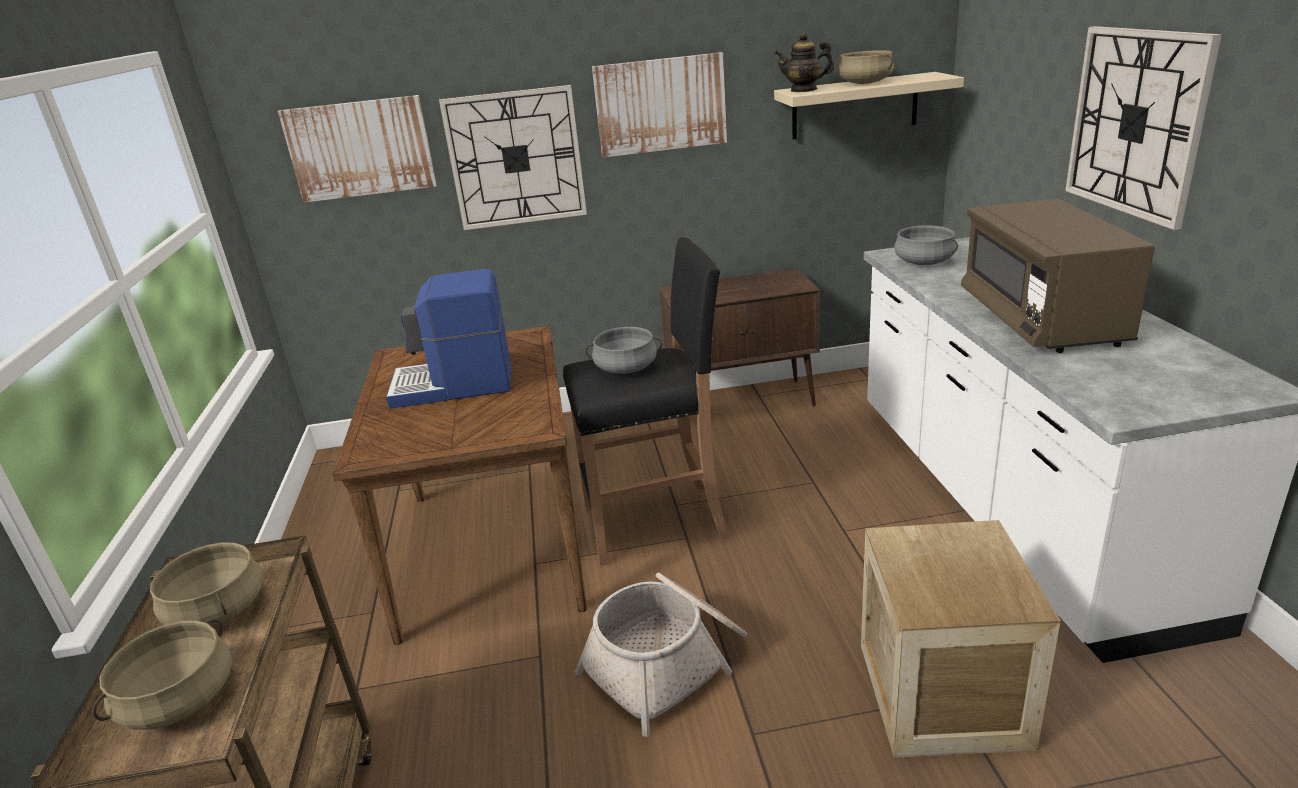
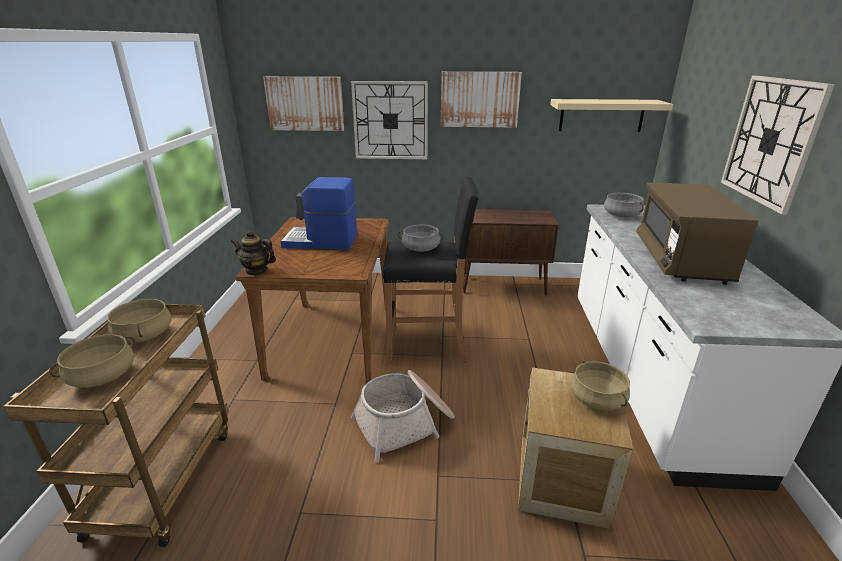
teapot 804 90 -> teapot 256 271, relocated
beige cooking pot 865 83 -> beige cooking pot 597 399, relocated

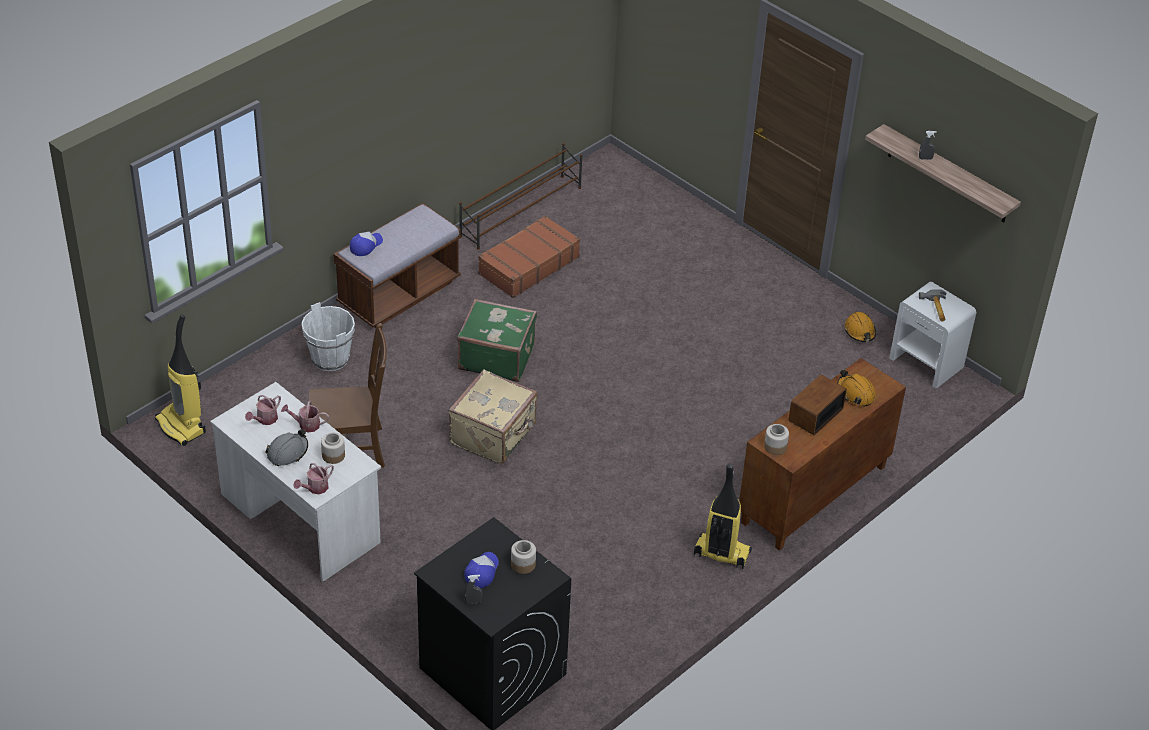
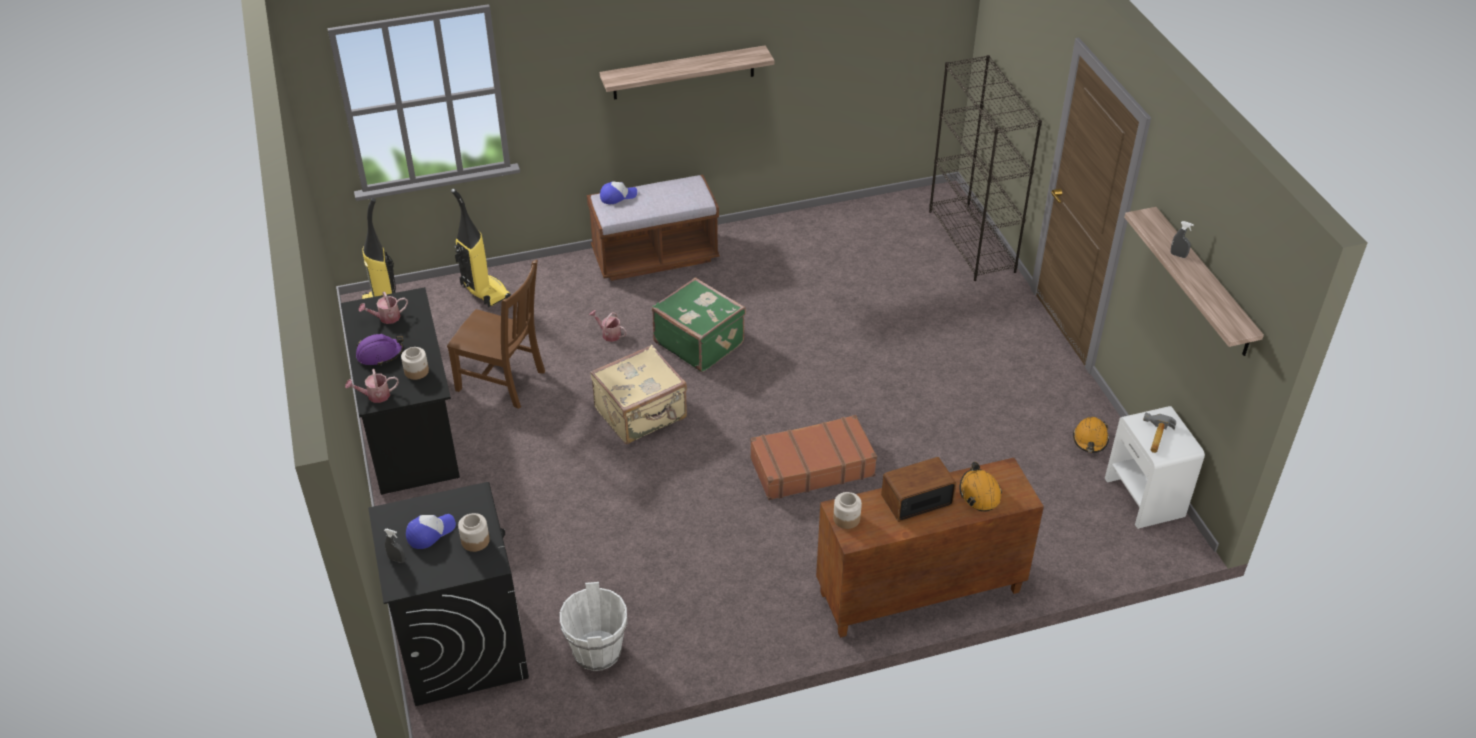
white desk 300 518 -> black desk 409 428
grey hard hat 287 452 -> purple hard hat 380 354
watering can 306 425 -> watering can 609 334, relocated
white bucket 330 358 -> white bucket 597 651, relocated
brown shoe rack 521 211 -> none
brown suitcase 528 265 -> brown suitcase 811 466, relocated
vacuum cleaner 721 554 -> vacuum cleaner 484 291, relocated
none -> shelf 683 72
none -> black bookcase 972 241

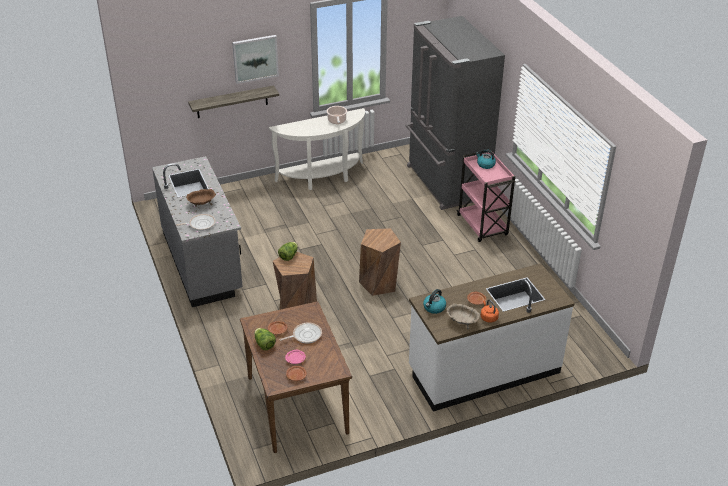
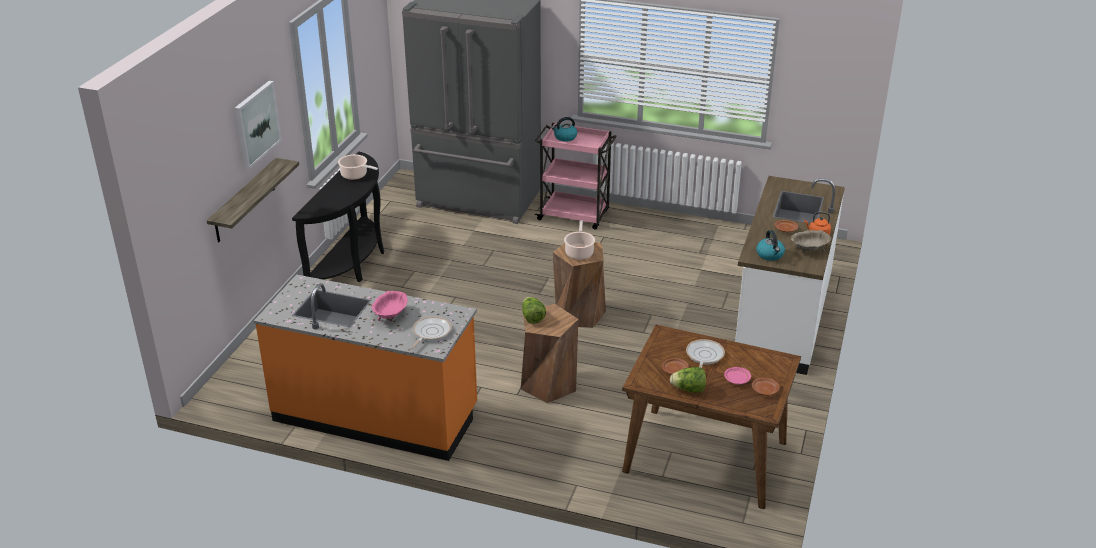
grey counter 203 262 -> orange counter 376 415
brown bowl 201 204 -> pink bowl 391 316
white console table 323 178 -> black console table 353 264
none -> cooking pot 579 252

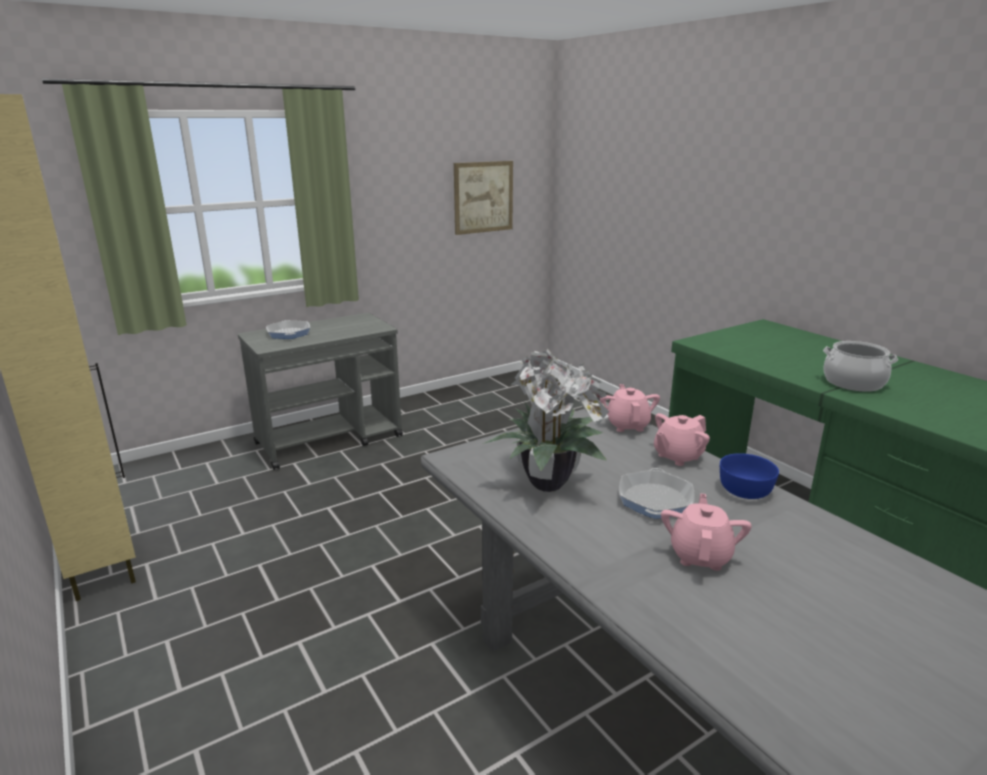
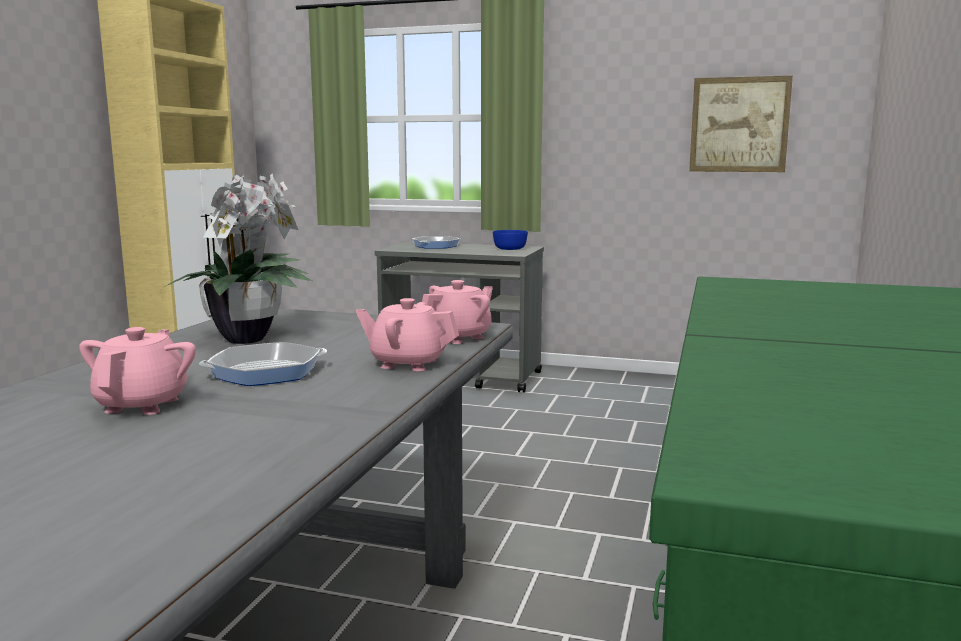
pink teapot 700 556 -> pink teapot 143 404, 60 degrees counterclockwise
blue bowl 745 489 -> blue bowl 510 248, relocated
cooking pot 853 382 -> none

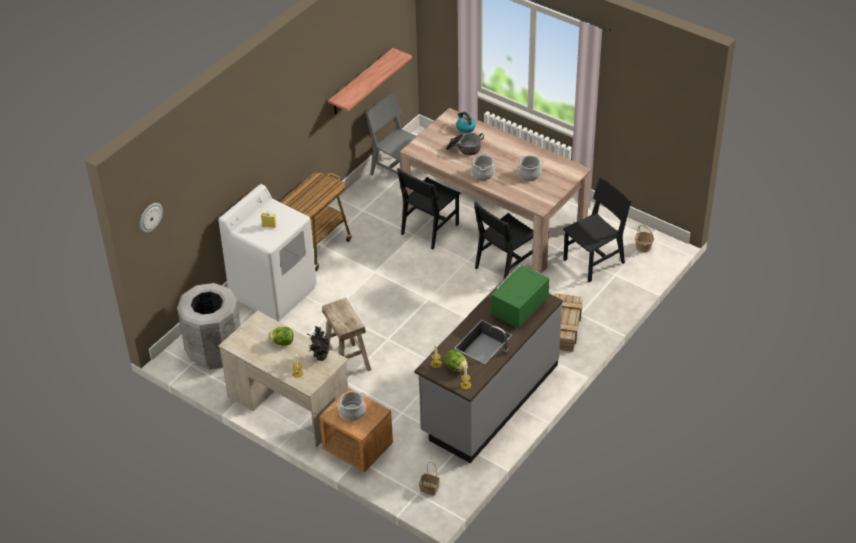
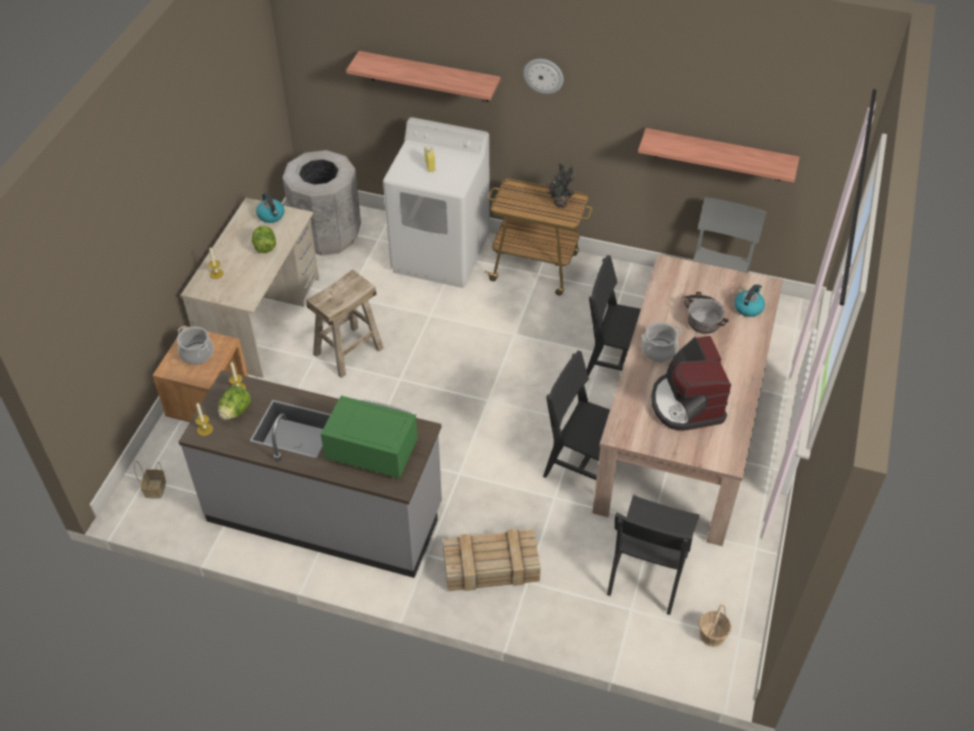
wall clock 150 217 -> wall clock 543 75, relocated
potted plant 320 357 -> potted plant 560 203, relocated
cooking pot 529 174 -> coffee machine 686 404
black chair 594 261 -> black chair 647 574, 75 degrees clockwise
none -> kettle 271 216
none -> shelf 429 77

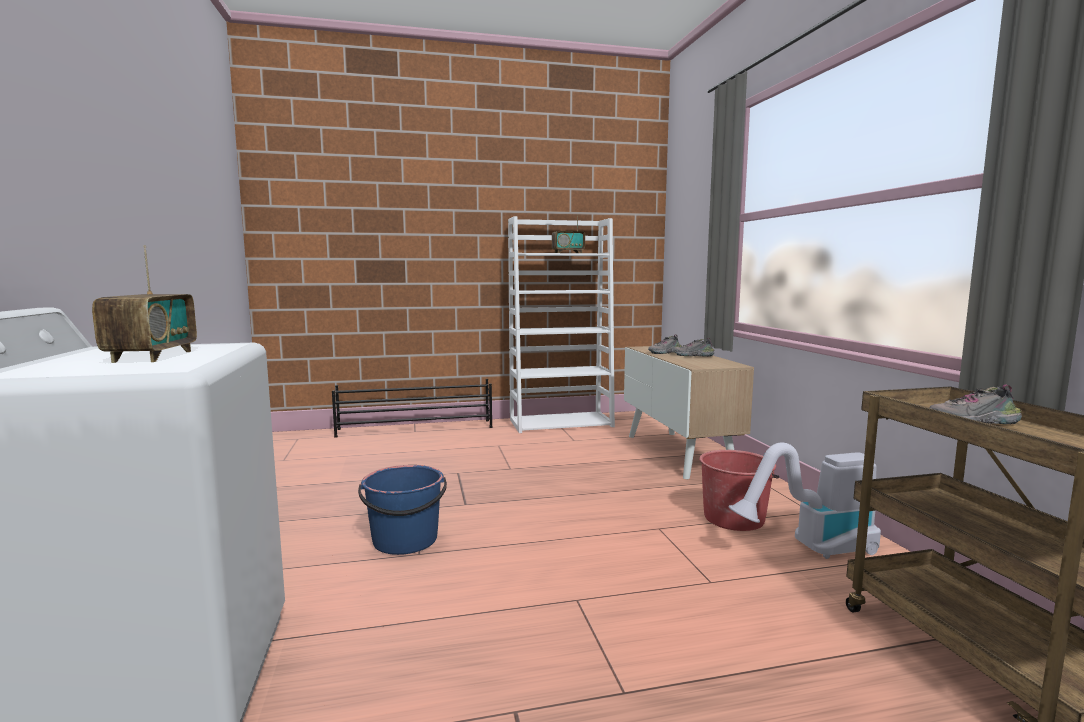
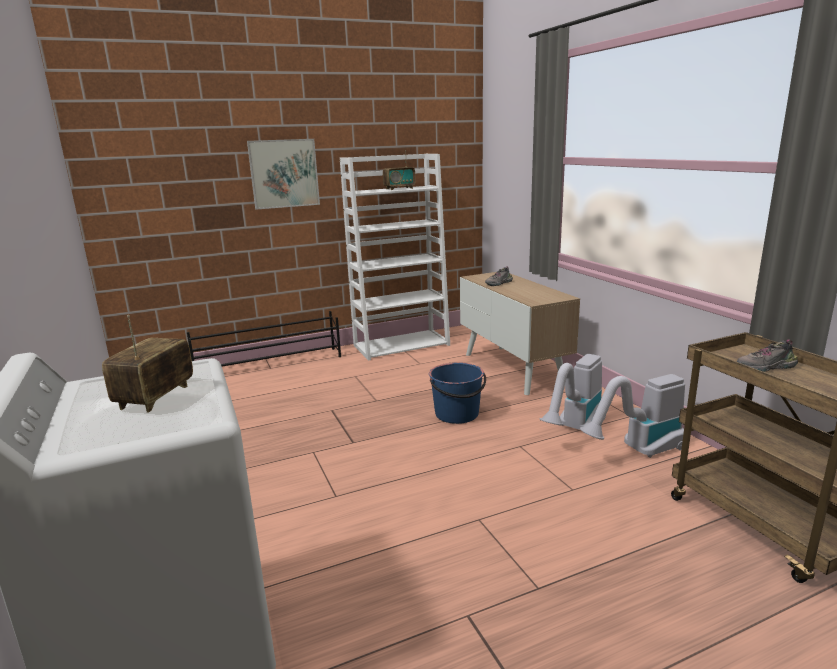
radio 152 356 -> radio 156 397, 150 degrees counterclockwise
blue bucket 405 541 -> blue bucket 457 414, relocated
shoe 693 356 -> none
red bucket 734 518 -> vacuum cleaner 574 429
none -> picture 284 173

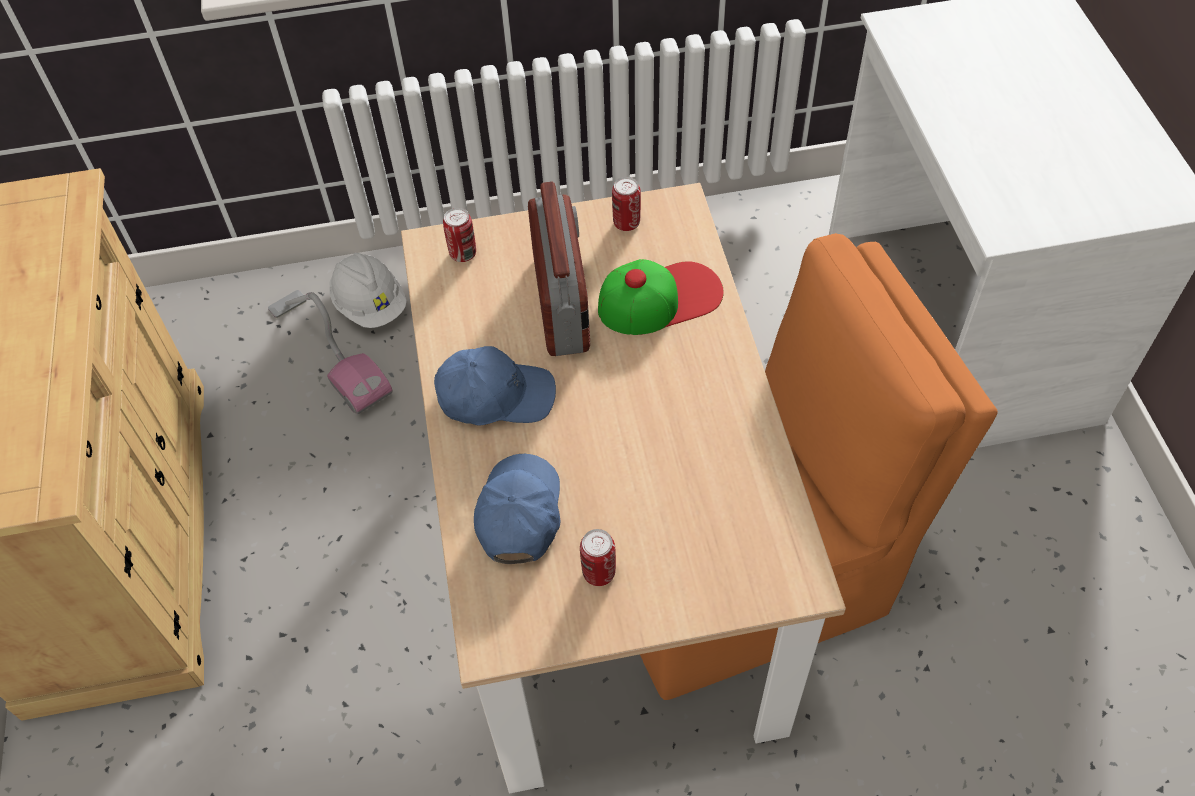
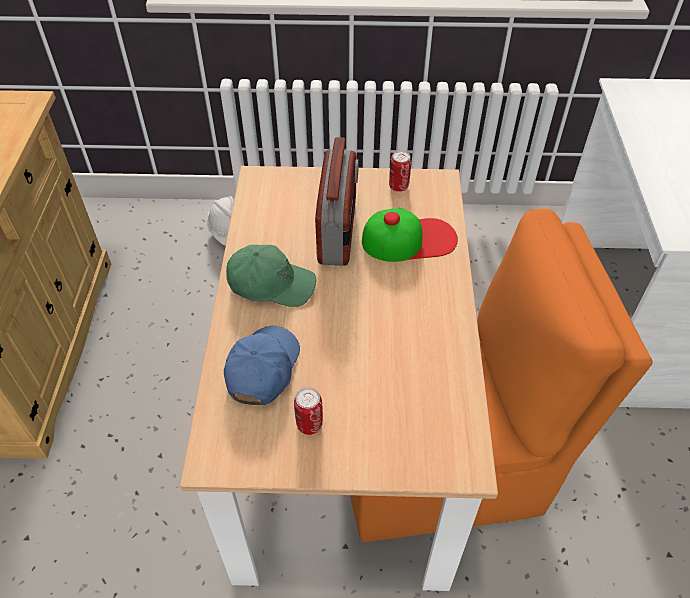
vacuum cleaner 329 352 -> none
blue cap 495 396 -> green cap 271 284
can 463 254 -> none

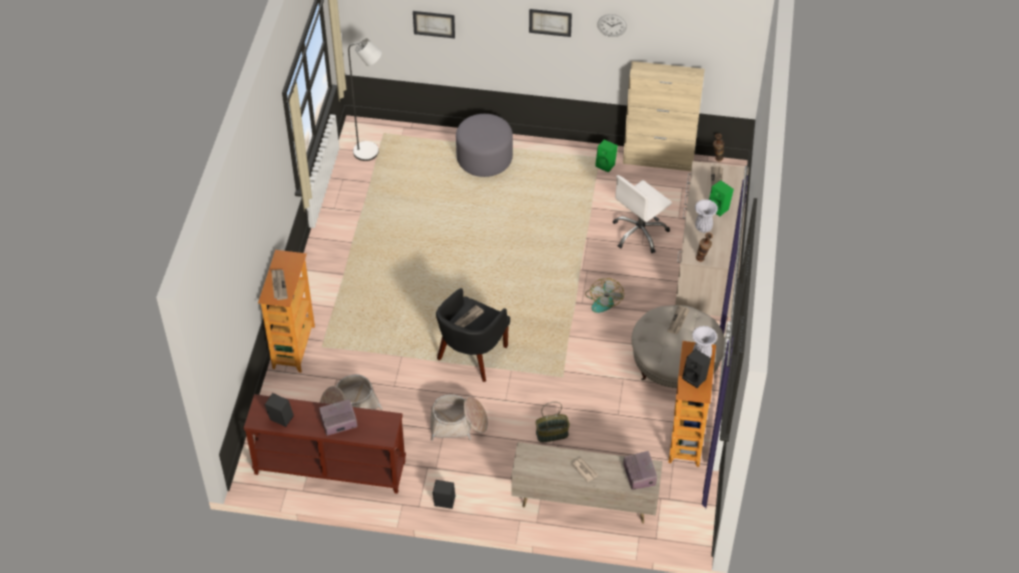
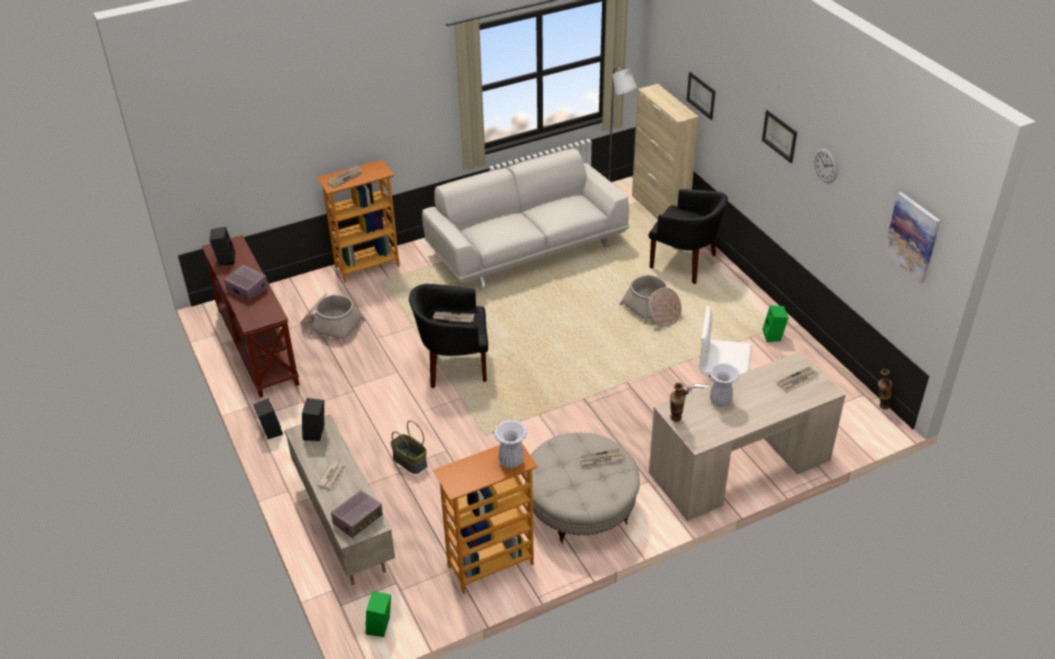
basket 458 424 -> basket 652 311, relocated
grey ottoman 484 159 -> black armchair 685 263
fan 603 300 -> none
beige cabinet 658 160 -> beige cabinet 659 210, relocated
black speaker 695 378 -> black speaker 316 434, relocated
green speaker 719 208 -> green speaker 380 627, relocated
none -> white sofa 527 248
none -> picture 912 237

